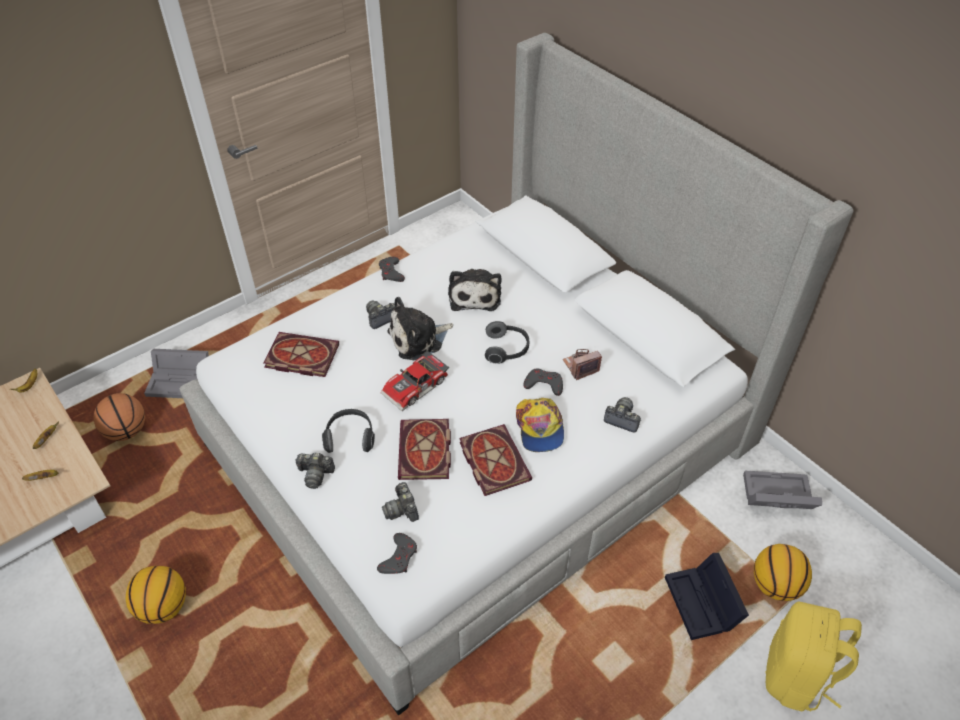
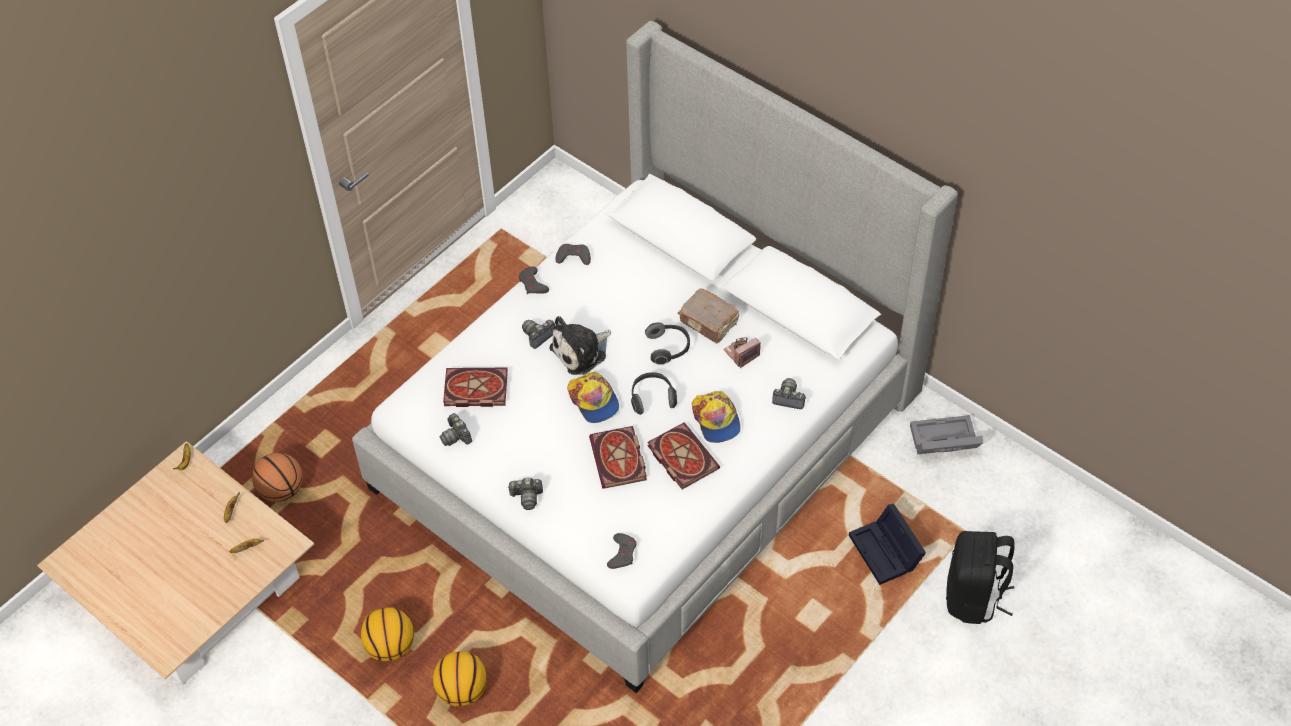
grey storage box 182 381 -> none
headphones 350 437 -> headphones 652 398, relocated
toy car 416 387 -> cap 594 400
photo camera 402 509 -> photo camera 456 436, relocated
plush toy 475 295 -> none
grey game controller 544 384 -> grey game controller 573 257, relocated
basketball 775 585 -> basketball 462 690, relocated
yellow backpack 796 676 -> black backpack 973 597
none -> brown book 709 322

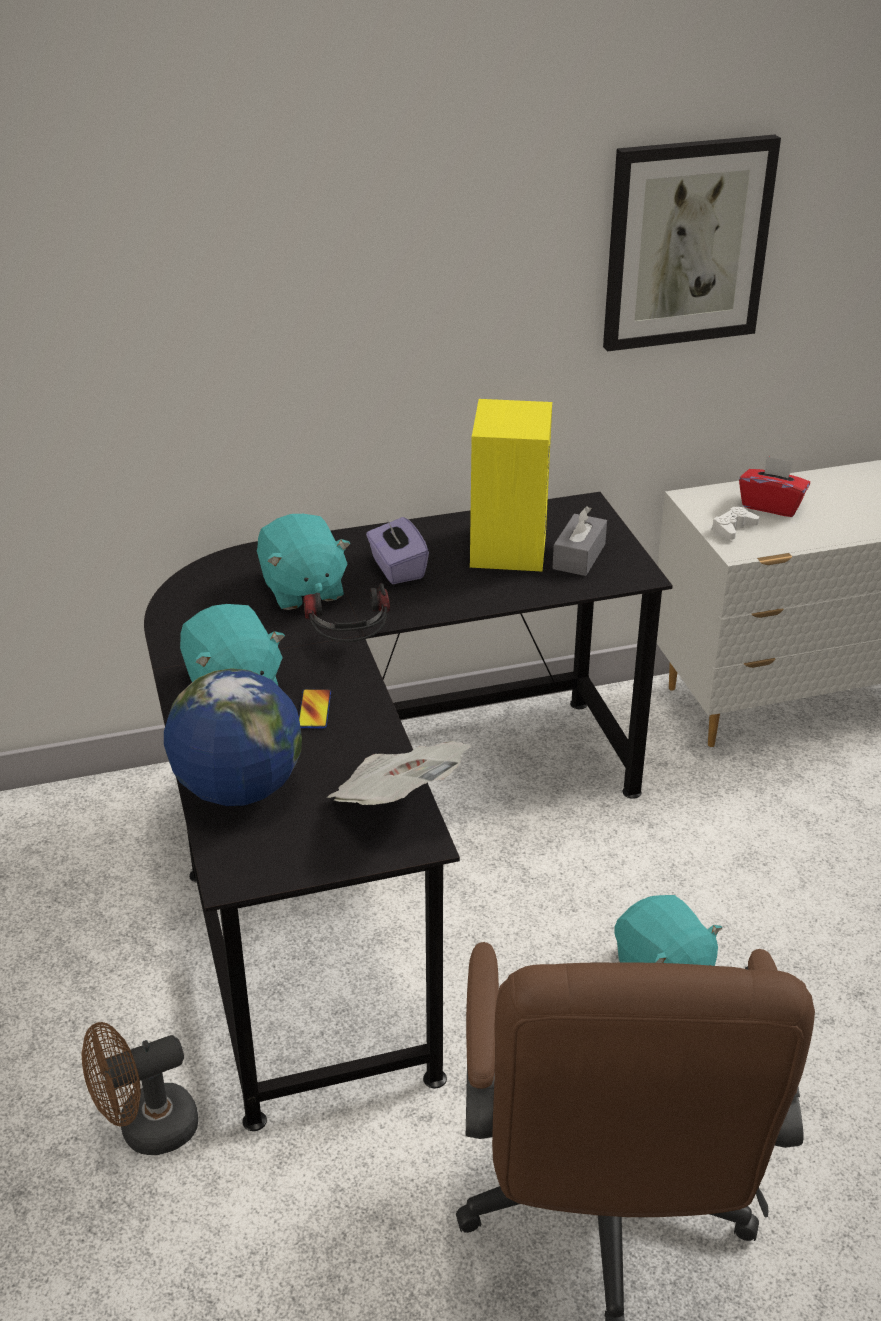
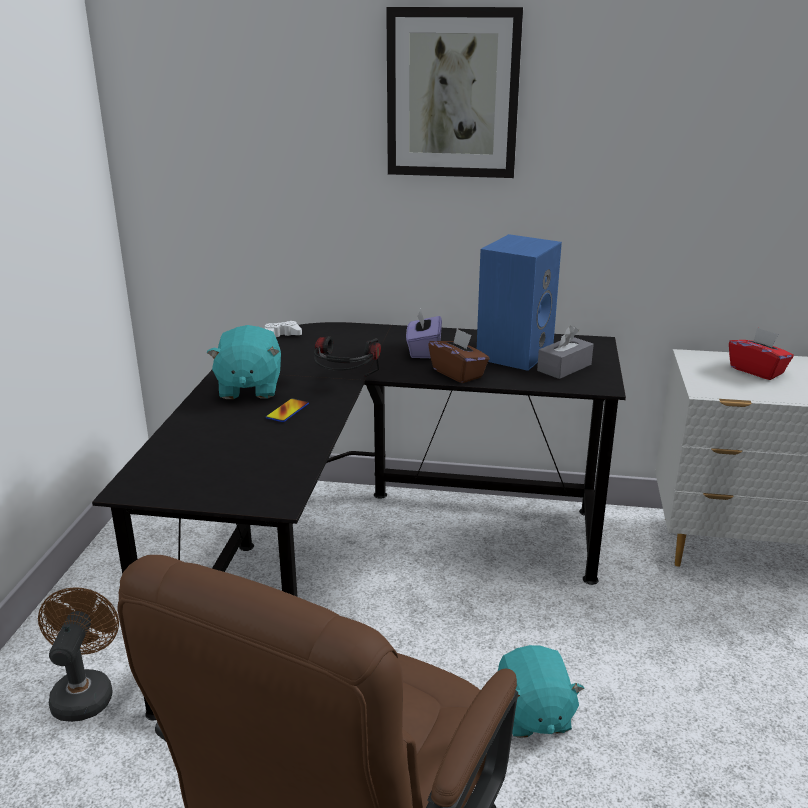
brown fan 146 1130 -> brown fan 85 692, 90 degrees clockwise
globe 238 790 -> none
turquoise plush toy 302 589 -> none
newspaper 398 800 -> none
yellow speaker 506 546 -> blue speaker 514 353
picture 686 243 -> picture 452 94, relocated
white game controller 733 529 -> white game controller 282 335, relocated
none -> brown tissue box 458 373

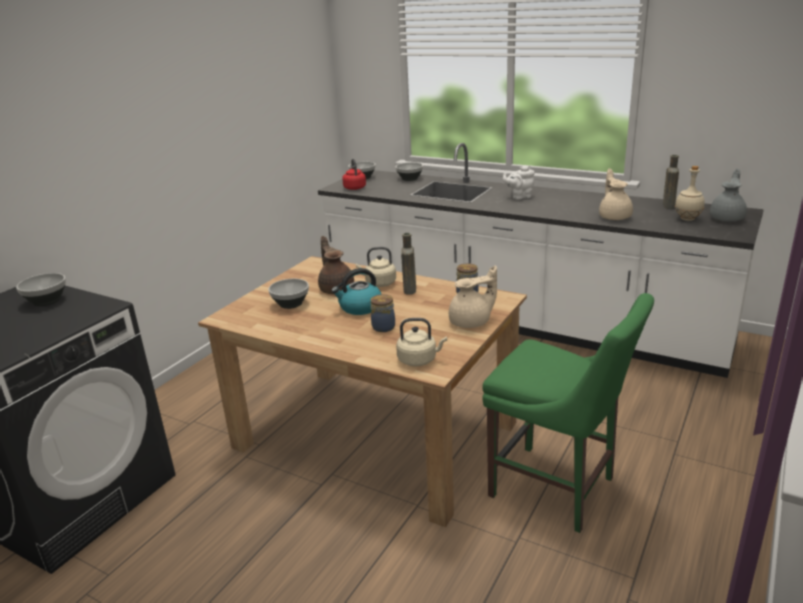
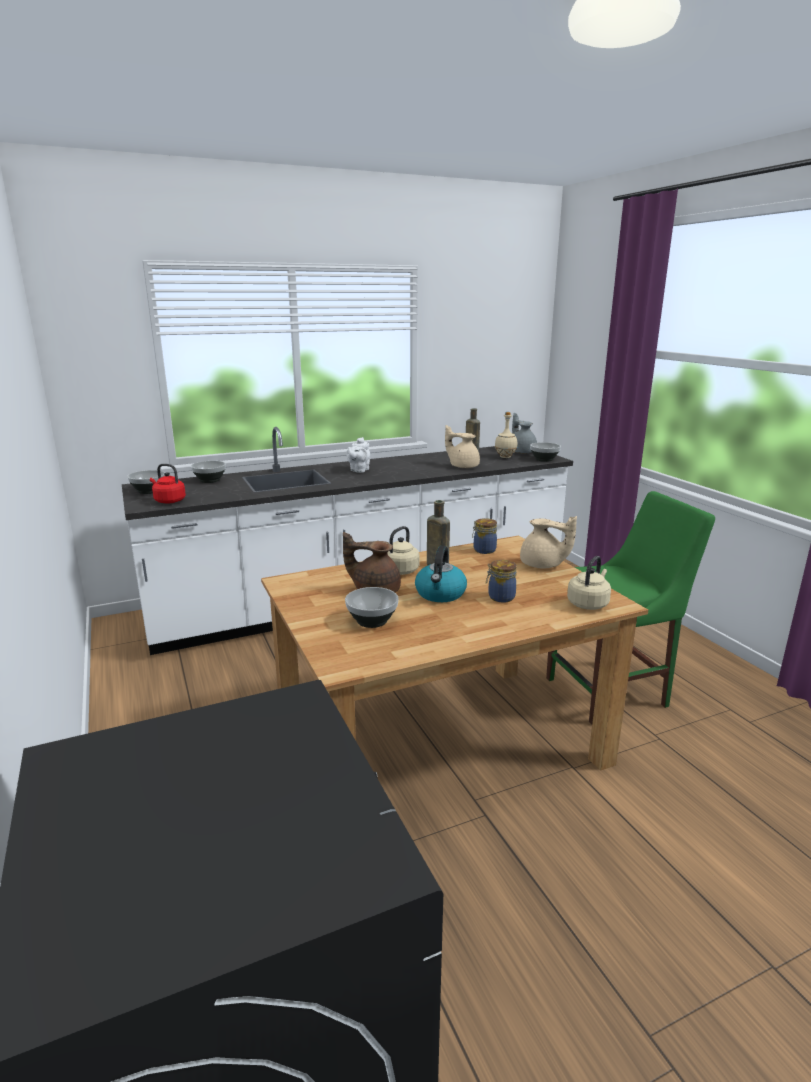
bowl 46 301 -> bowl 544 459, relocated
beige teapot 472 322 -> beige teapot 542 565, 105 degrees clockwise

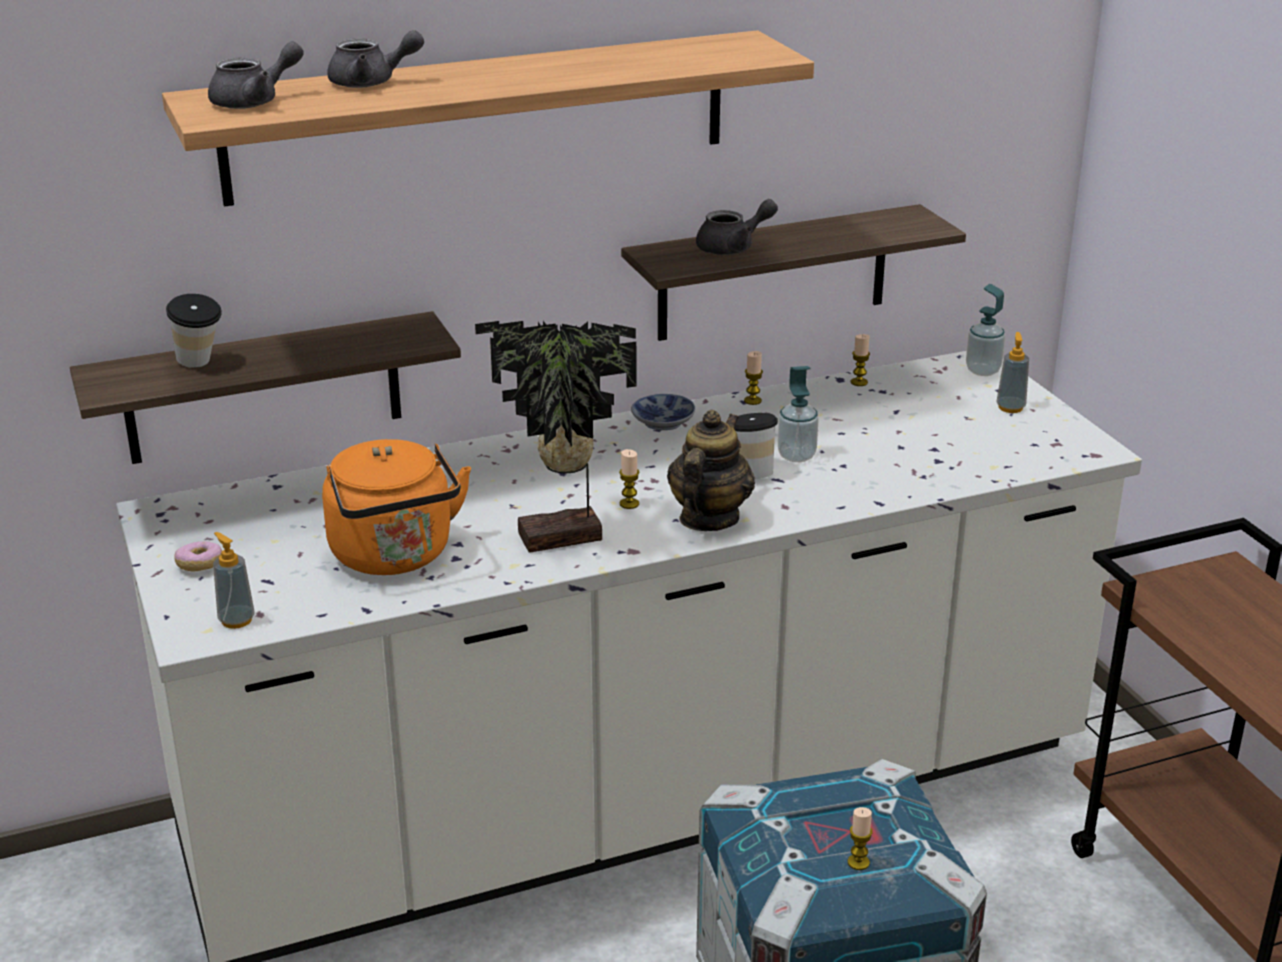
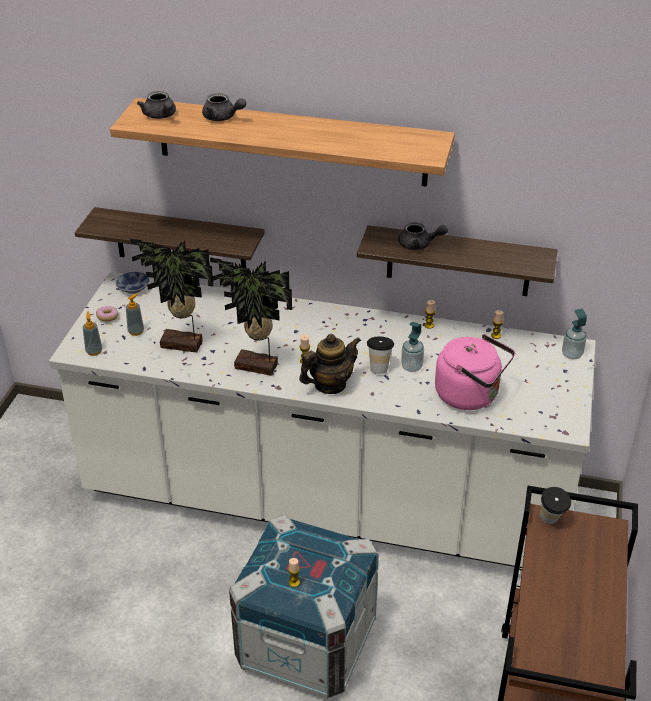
cup 200 365 -> cup 551 522, relocated
grey teapot 255 101 -> grey teapot 160 116, 60 degrees clockwise
orange kettle 395 557 -> potted plant 181 346
bowl 664 421 -> bowl 134 287, relocated
soap dispenser 1010 407 -> soap dispenser 136 331, relocated
none -> pink kettle 470 395

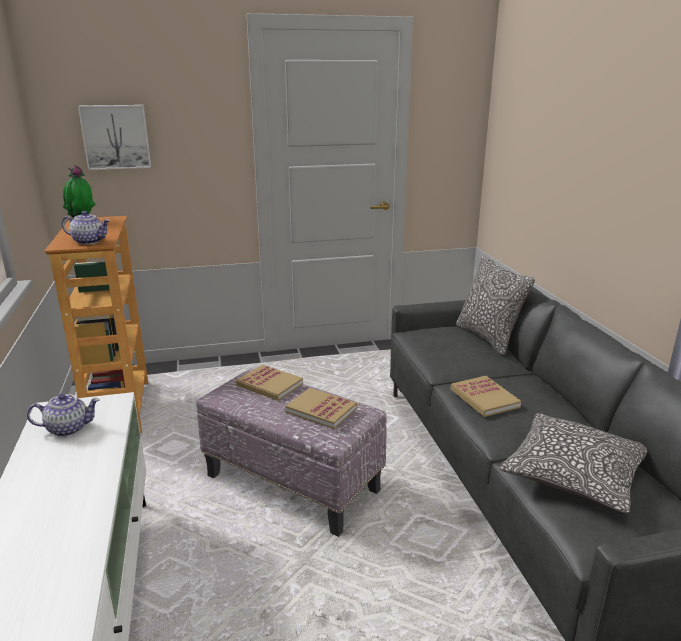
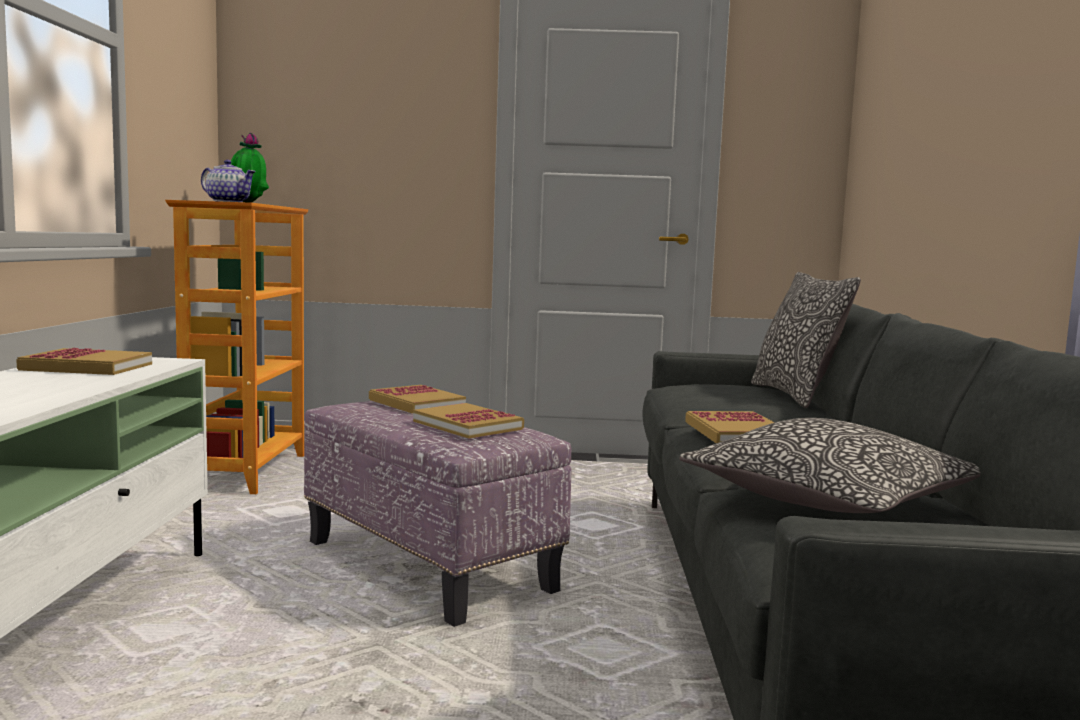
teapot 68 428 -> book 87 367
picture 116 137 -> none

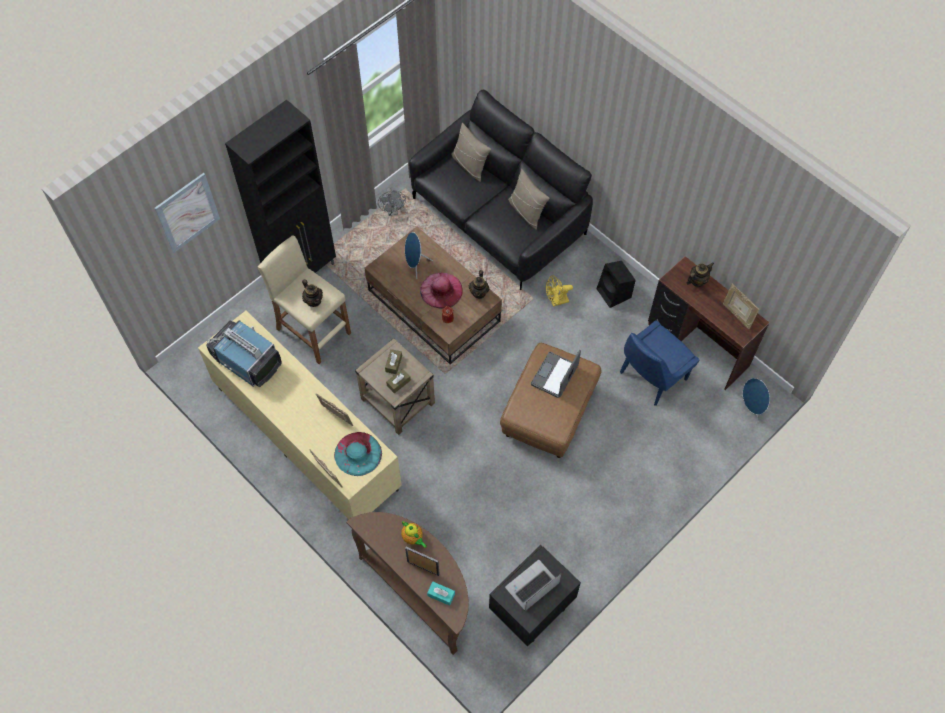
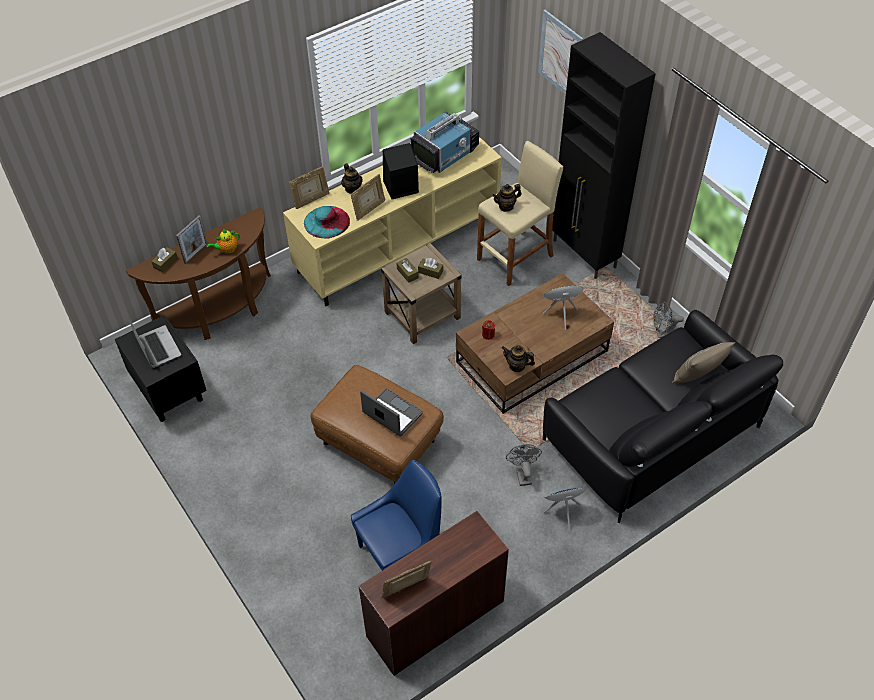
pink hat 441 290 -> none
turquoise tissue box 441 595 -> brown tissue box 165 263
beige pillow 526 212 -> none
yellow fan 556 301 -> grey fan 522 473
black speaker 614 293 -> black speaker 399 187, relocated
blue chair 651 377 -> blue chair 401 555, 90 degrees clockwise
teapot 697 281 -> teapot 352 189, relocated
blue speaker 751 408 -> blue speaker 563 512, relocated

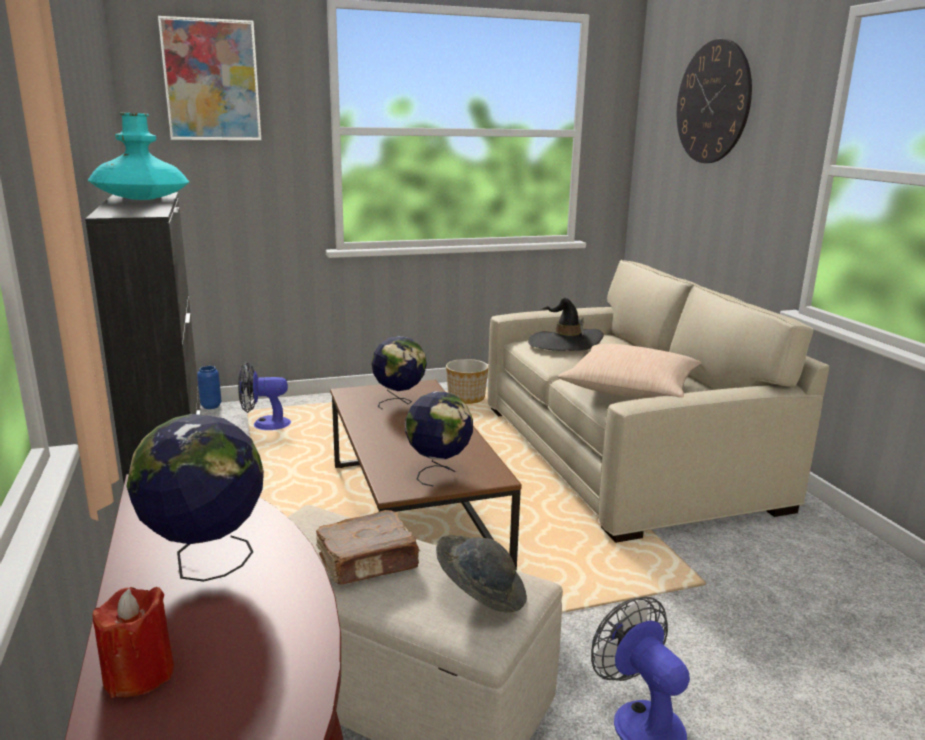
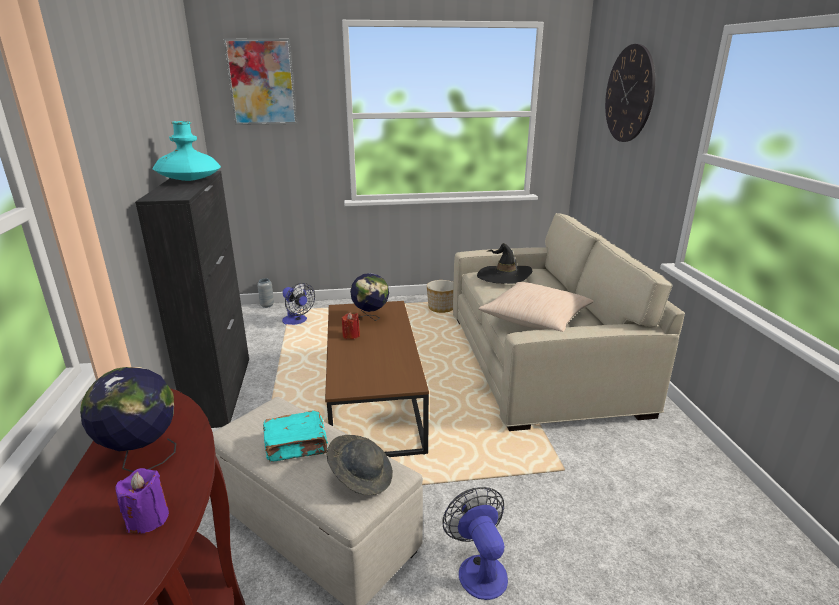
red candle 139 674 -> red candle 351 335, relocated
blue vase 211 406 -> grey vase 267 305
fan 264 425 -> fan 297 321, 135 degrees counterclockwise
brown book 369 563 -> turquoise book 297 446
globe 438 473 -> none
none -> purple candle 148 519

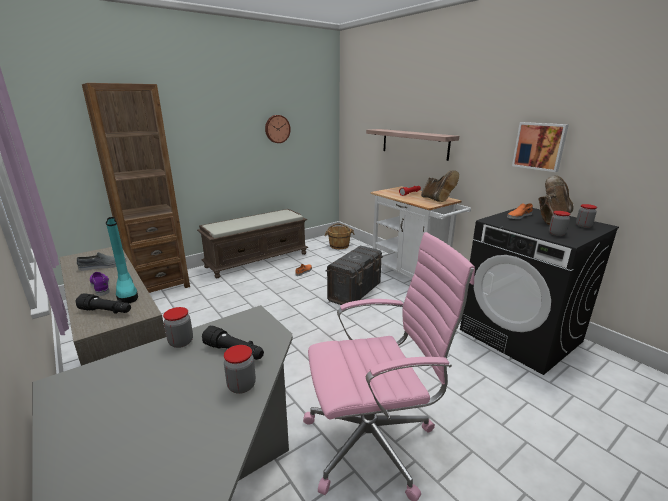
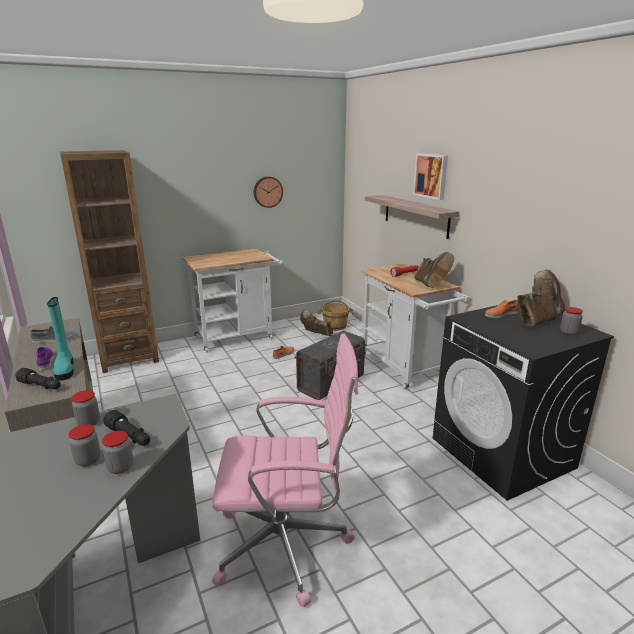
brown bench 257 260 -> white cart 238 336
picture 539 146 -> picture 431 176, relocated
jar 556 234 -> jar 88 460, relocated
none -> brown boot 316 335

